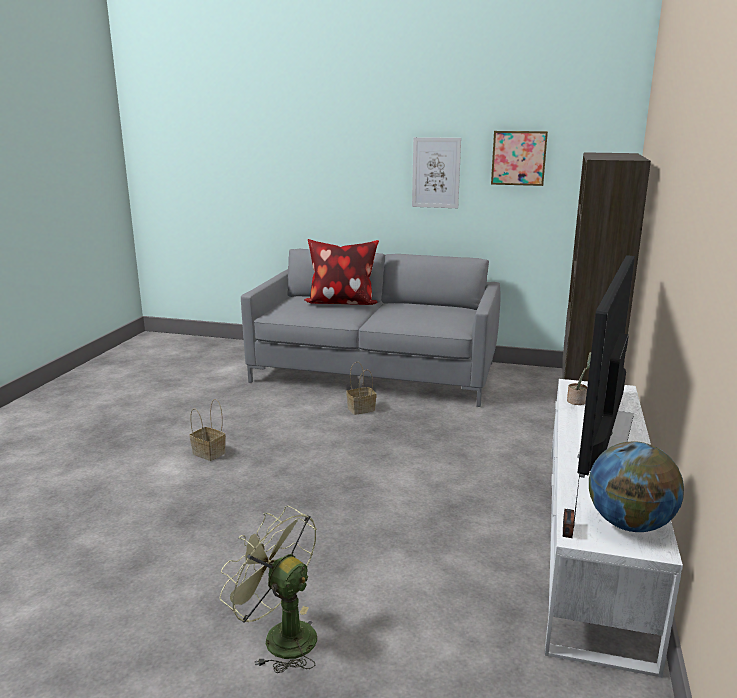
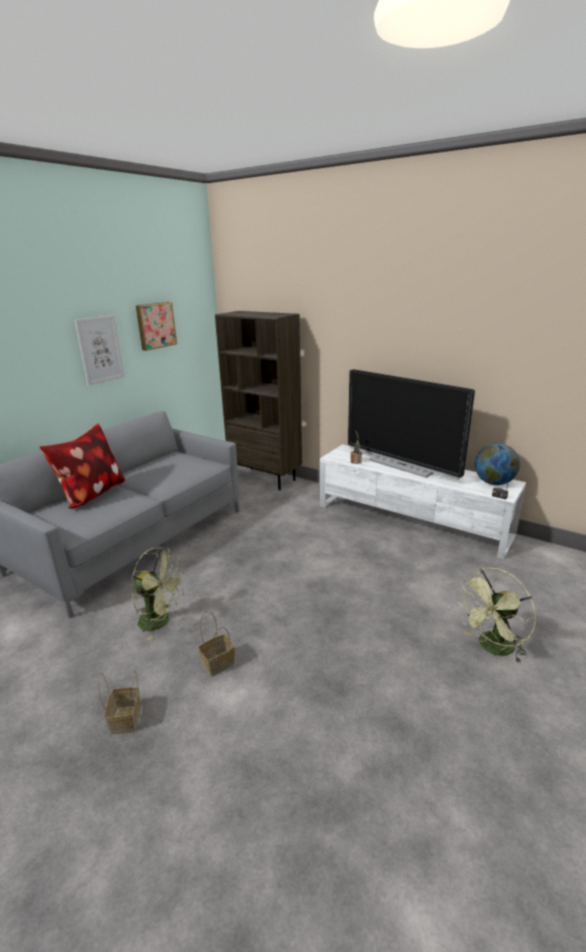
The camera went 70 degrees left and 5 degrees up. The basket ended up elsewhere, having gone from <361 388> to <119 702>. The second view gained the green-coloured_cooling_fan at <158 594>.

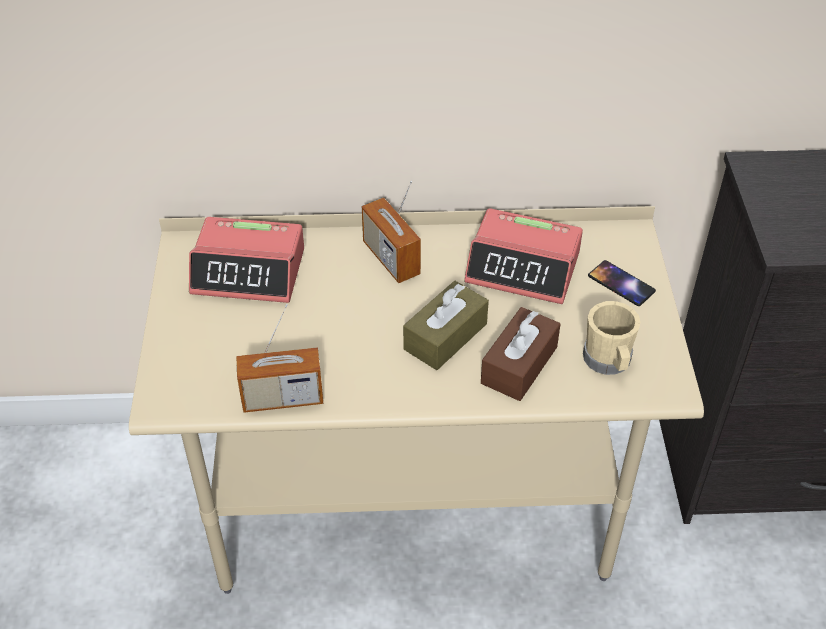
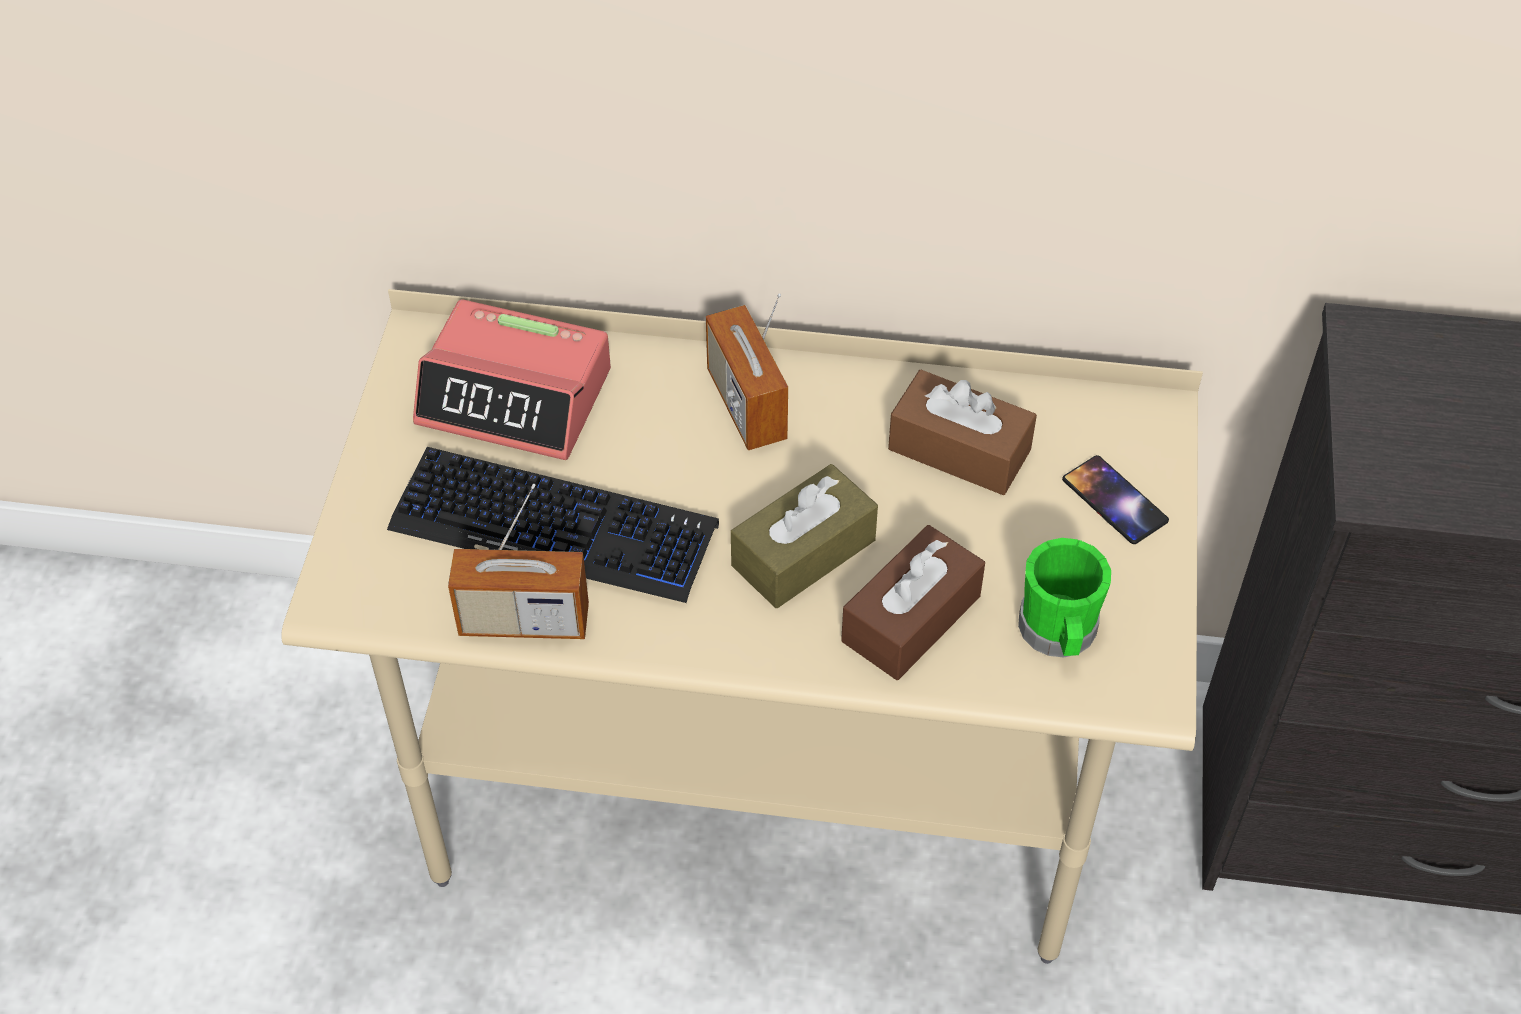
The camera went 10 degrees right and 5 degrees up. Where the table_clock stood at <523 256>, the brown-coloured_tissue_box came to stand at <962 432>. What was the sand-coloured_mug at <612 338> turned into the green-coloured_mug at <1064 598>. The second view gained the keyboard at <553 525>.

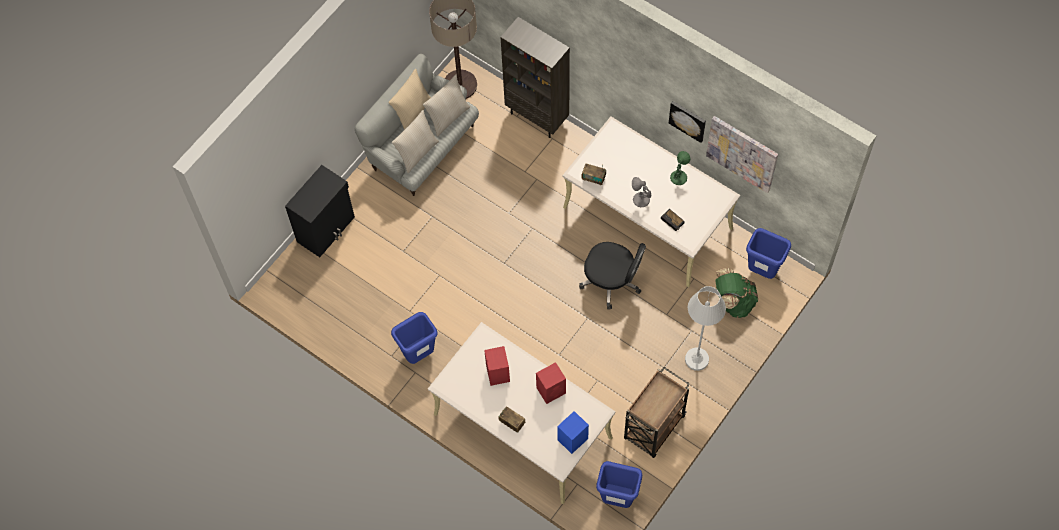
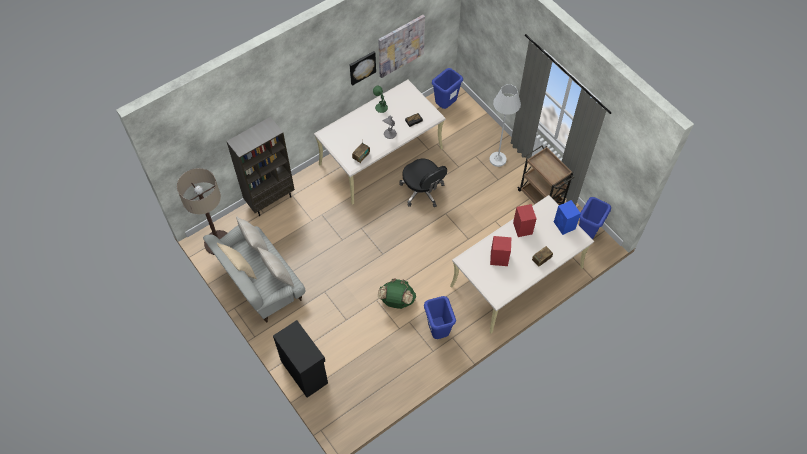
The camera went 75 degrees left and 5 degrees down. The black-coloured_desk_chair at <612 276> ended up facing another way, 105 degrees clockwise from before. The green-coloured_backpack ended up elsewhere, having gone from <736 293> to <397 293>.

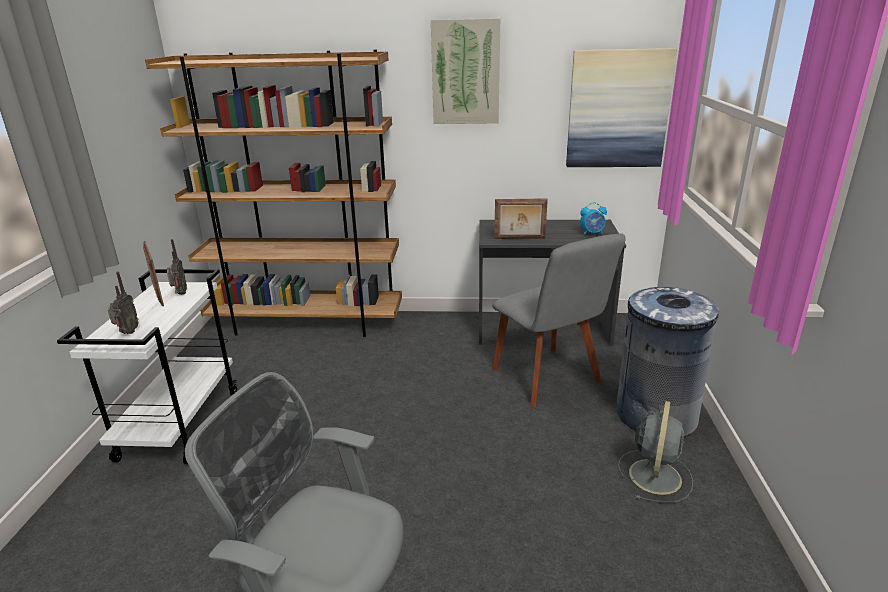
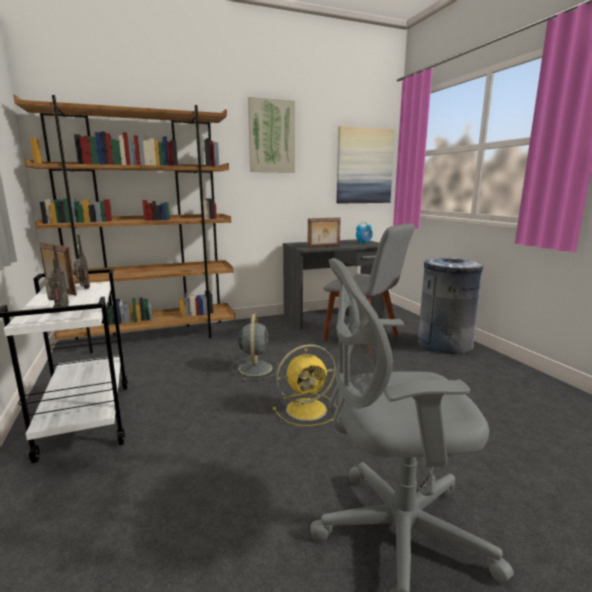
The camera went 25 degrees left and 10 degrees down. The gray_cooling_fan ended up elsewhere, having gone from <655 452> to <255 347>. The second view gained the yellow-coloured_cooling_fan at <305 385>.

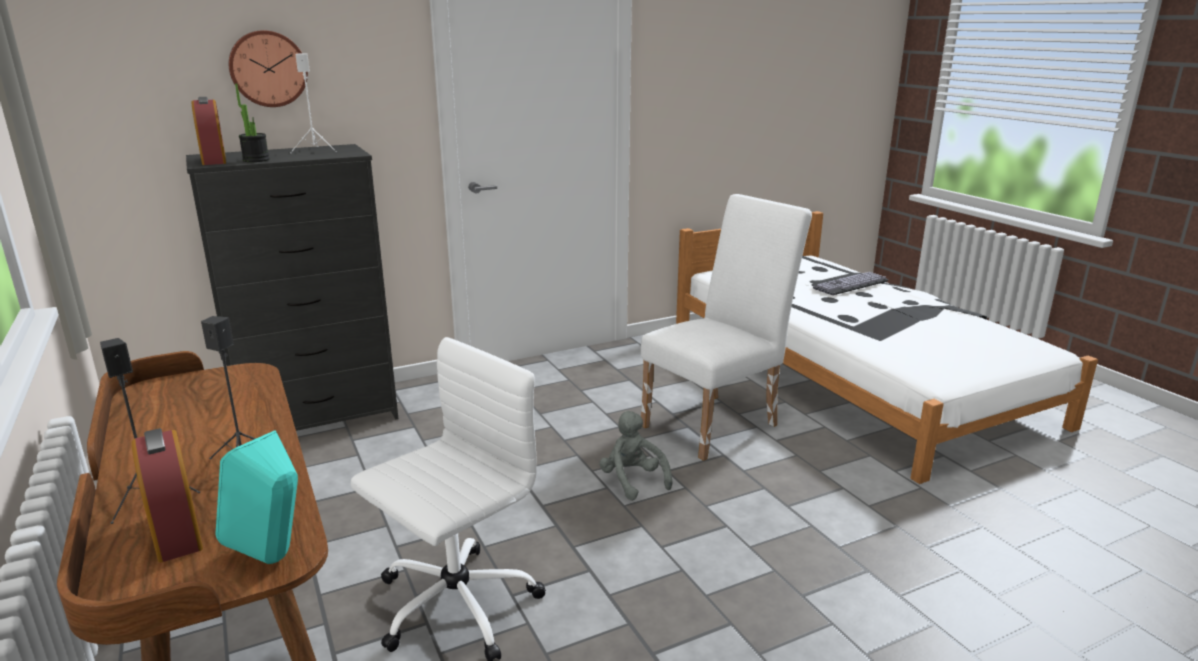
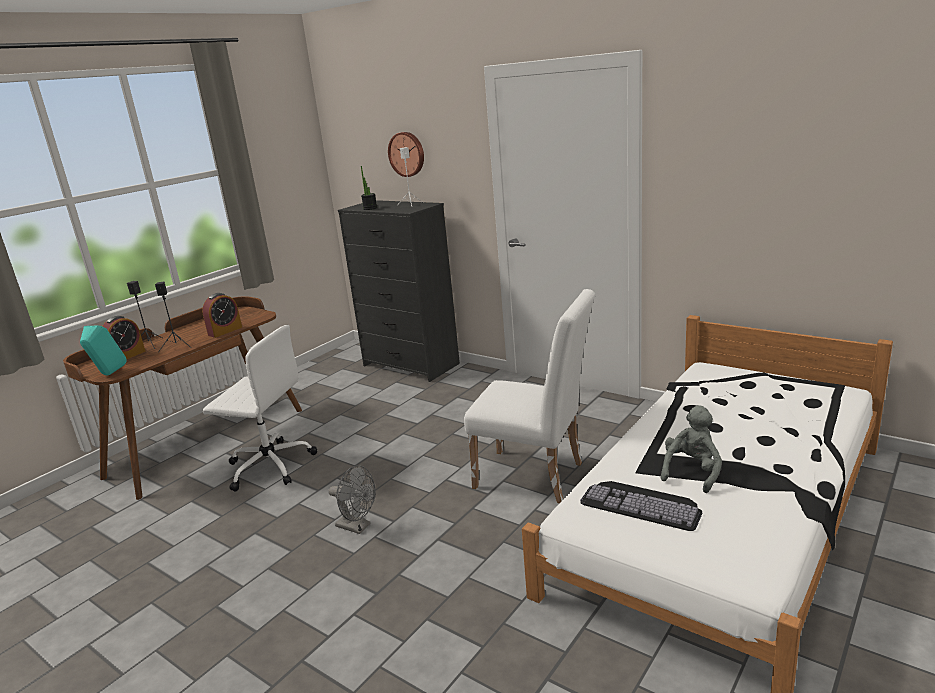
The camera went 65 degrees right and 0 degrees up. The table_clock ended up elsewhere, having gone from <208 131> to <222 315>. The keyboard ended up elsewhere, having gone from <849 283> to <641 506>. The gray_cuddly_toy ended up elsewhere, having gone from <635 456> to <691 449>. The second view gained the gray_cooling_fan at <352 499>.

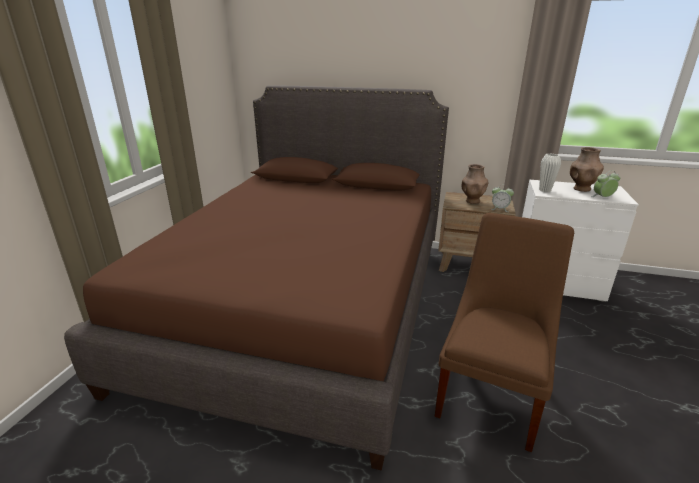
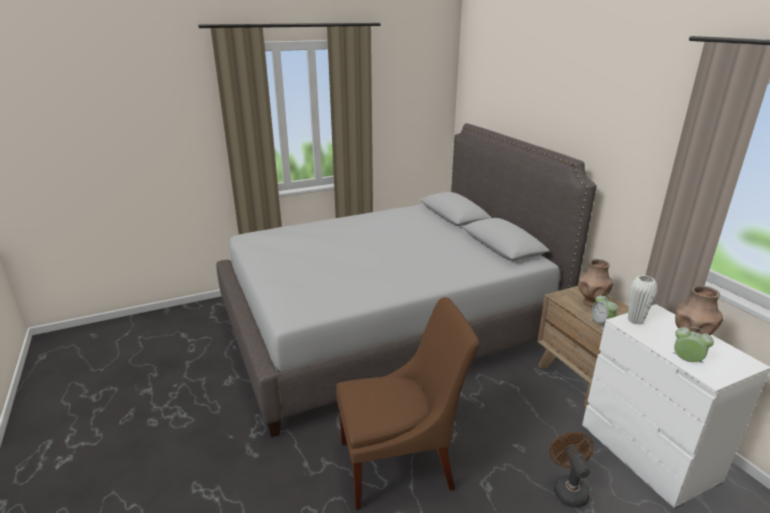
The camera went 50 degrees right and 0 degrees up. What was the brown-coloured_bedroom_bed at <256 278> turned into the gray_bedroom_bed at <406 280>. The second view gained the brown-coloured_cooling_fan at <571 470>.

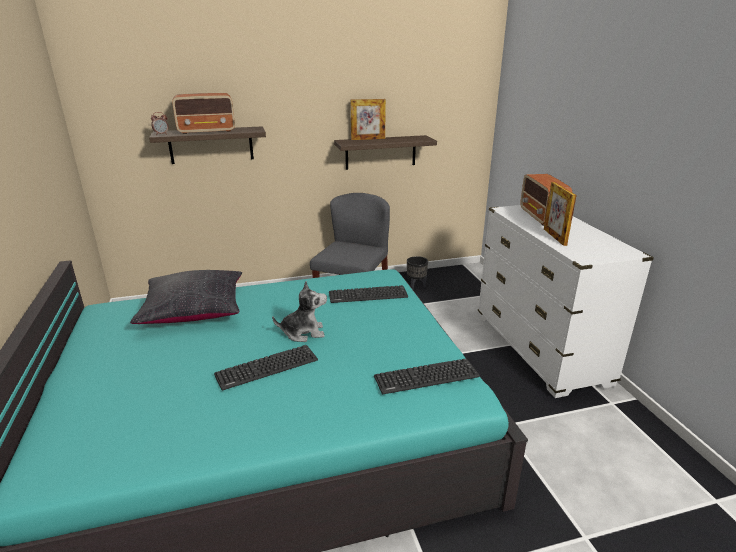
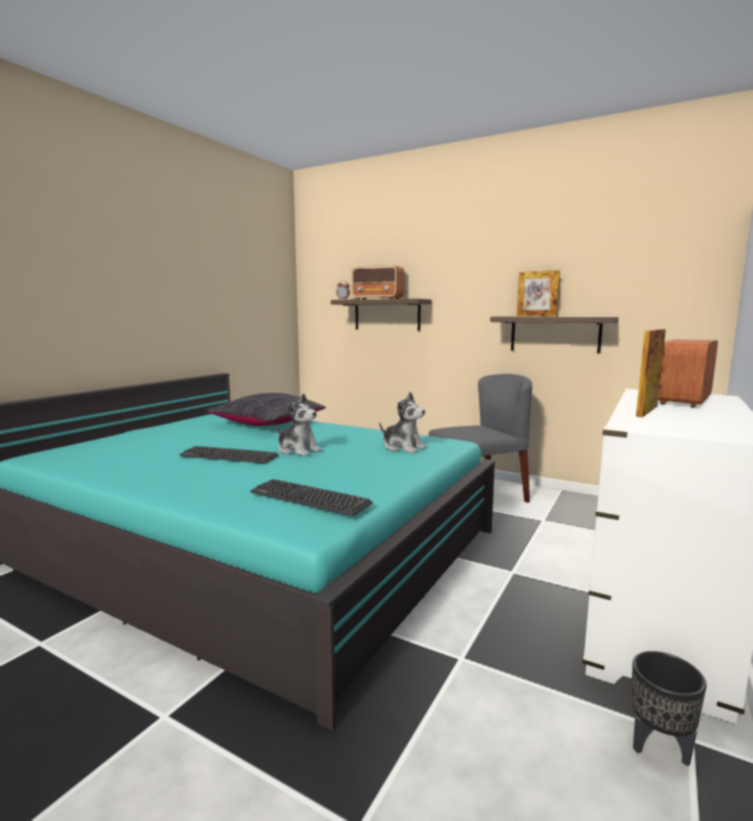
The camera went 45 degrees right and 15 degrees down. The black-coloured_flower_pot ended up elsewhere, having gone from <417 273> to <668 708>. Where the keyboard stood at <368 294>, the cuddly_toy came to stand at <403 422>.

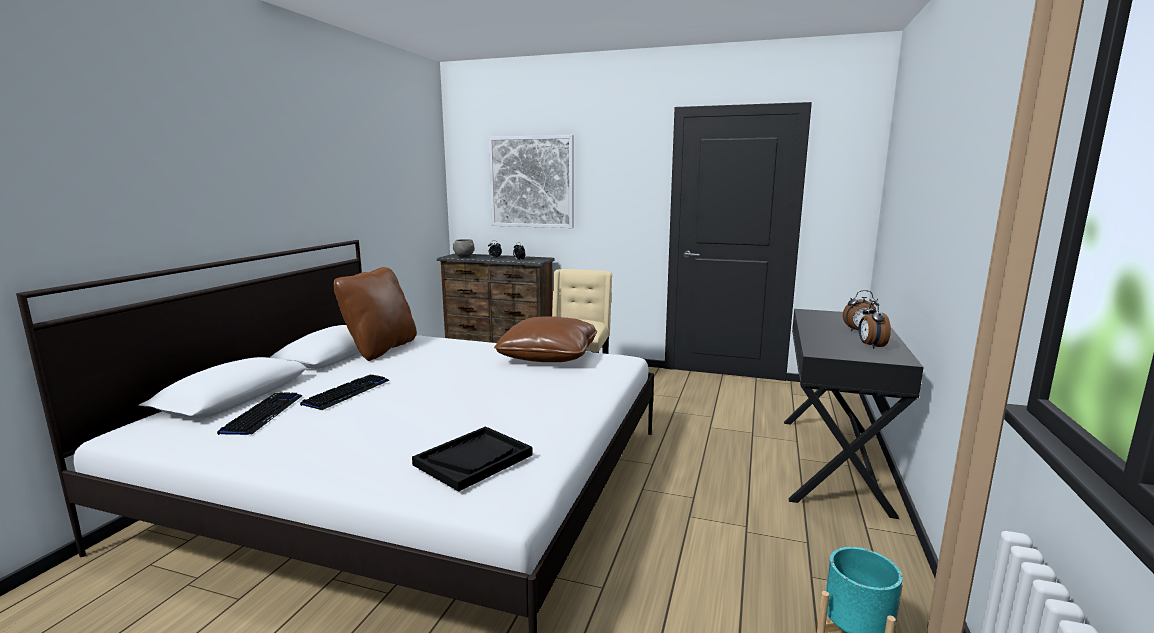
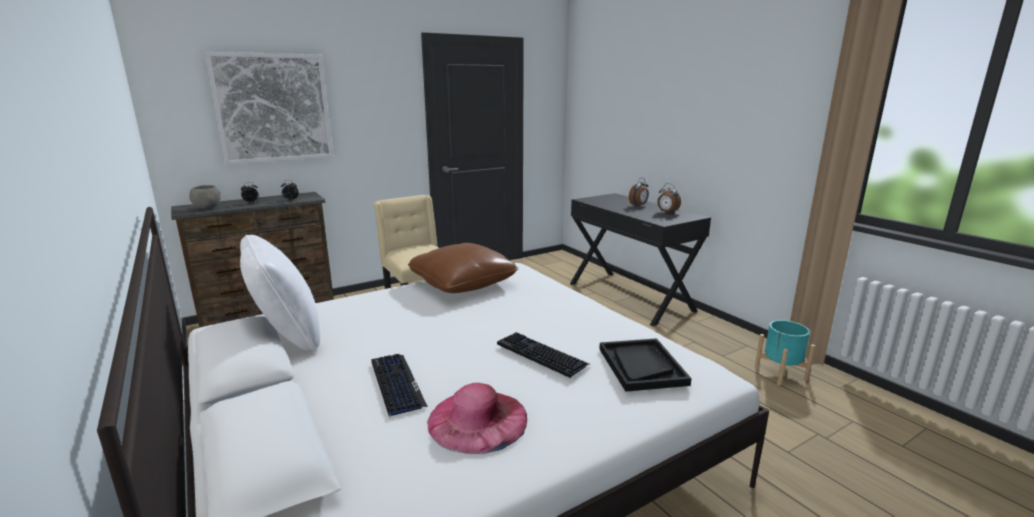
The camera went 50 degrees left and 5 degrees up. What was the brown-coloured_cushion at <375 314> turned into the whitish_cushion at <280 293>. The keyboard ended up elsewhere, having gone from <260 413> to <543 355>. The second view gained the pink-coloured_wearable_hat at <477 418>.

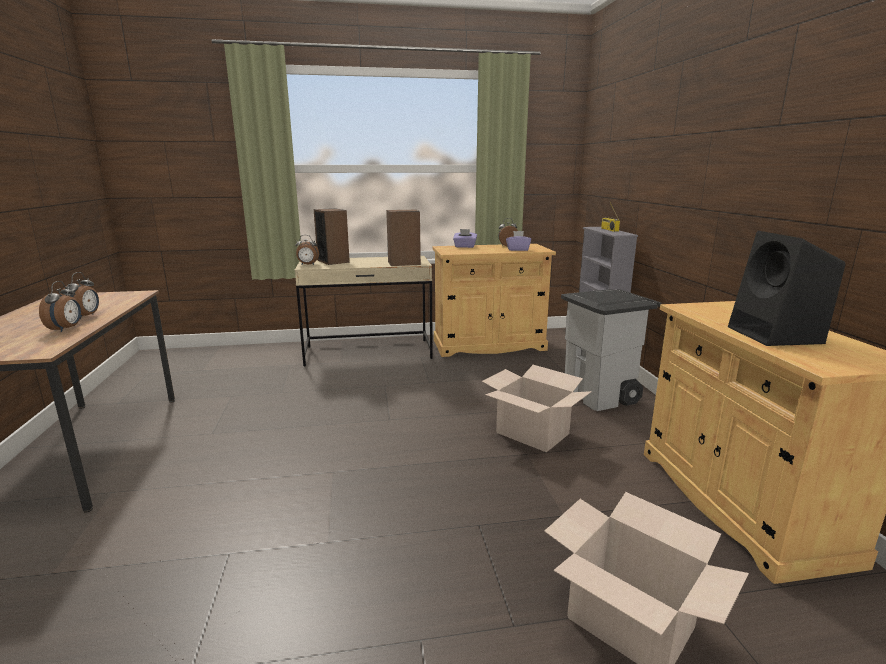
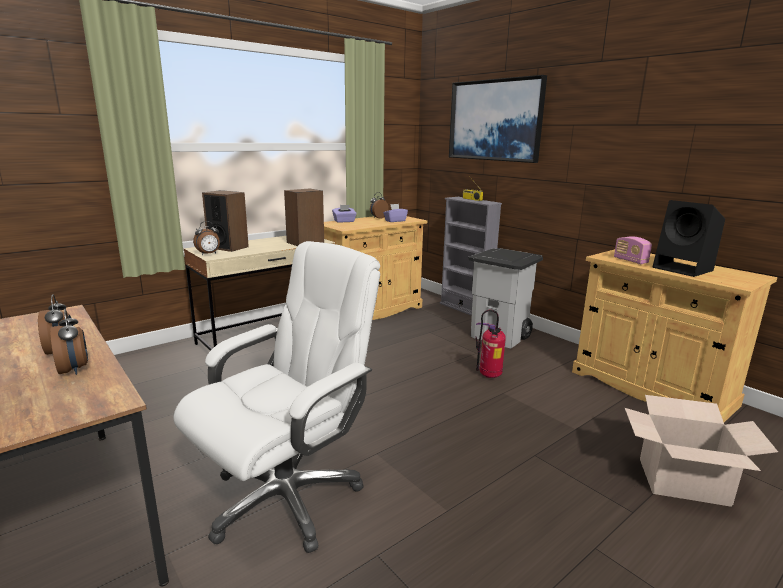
The camera went 30 degrees left and 0 degrees up. Where the carton stood at <537 408>, the extinguisher came to stand at <491 343>. The second view gained the picture at <498 119>. The second view gained the radio_receiver at <633 250>. The second view gained the whitish_desk_chair at <276 397>.

